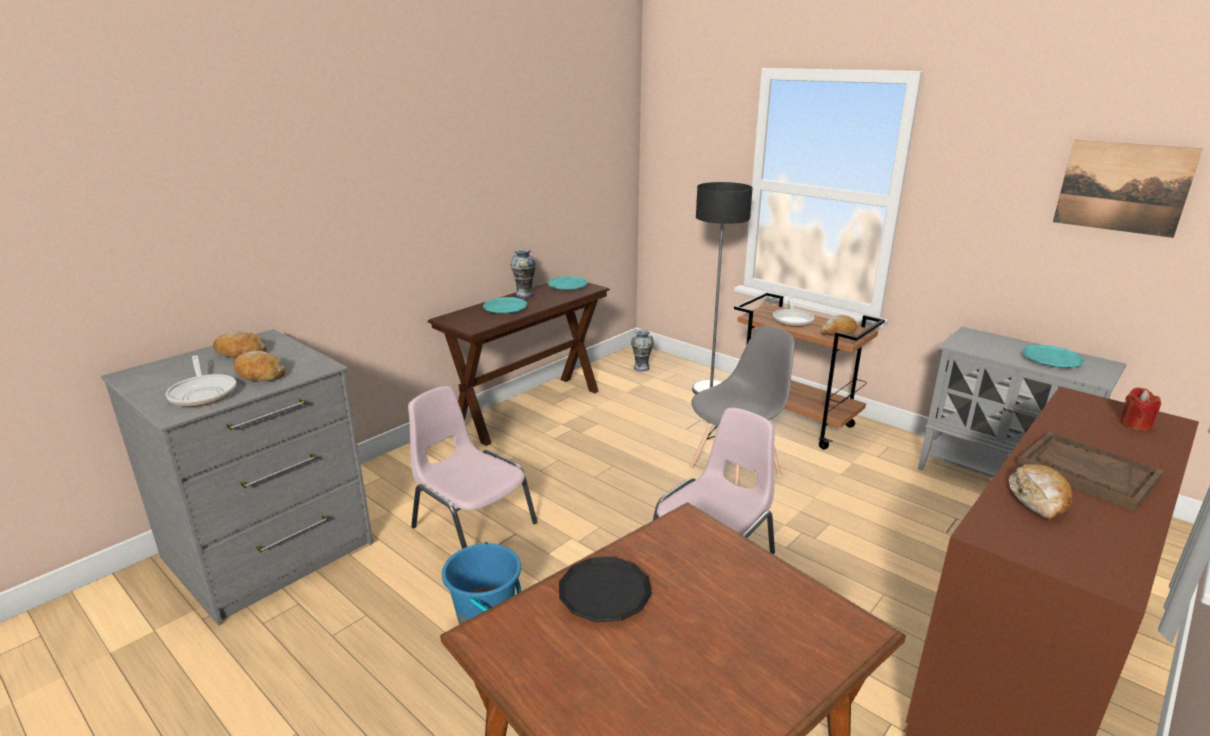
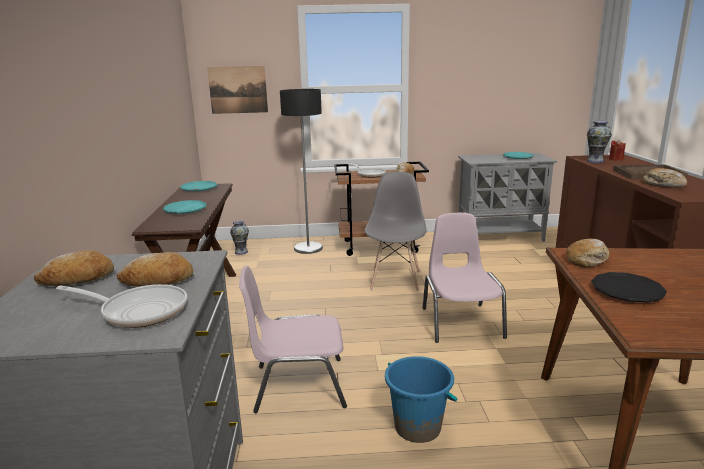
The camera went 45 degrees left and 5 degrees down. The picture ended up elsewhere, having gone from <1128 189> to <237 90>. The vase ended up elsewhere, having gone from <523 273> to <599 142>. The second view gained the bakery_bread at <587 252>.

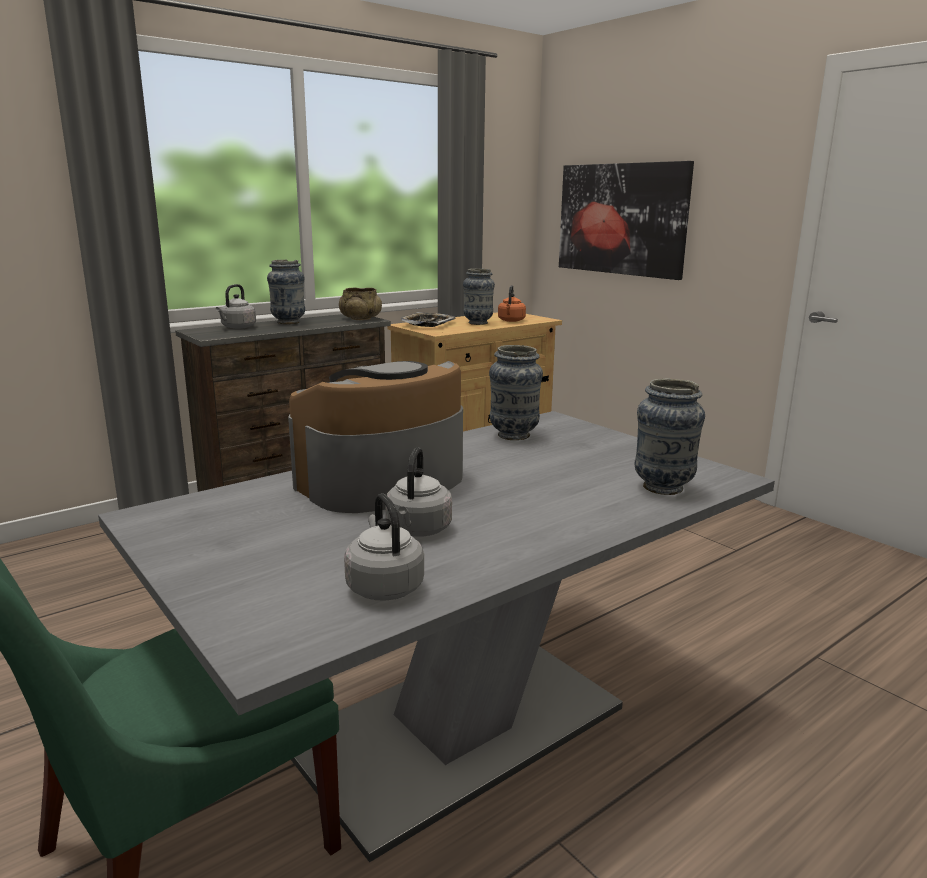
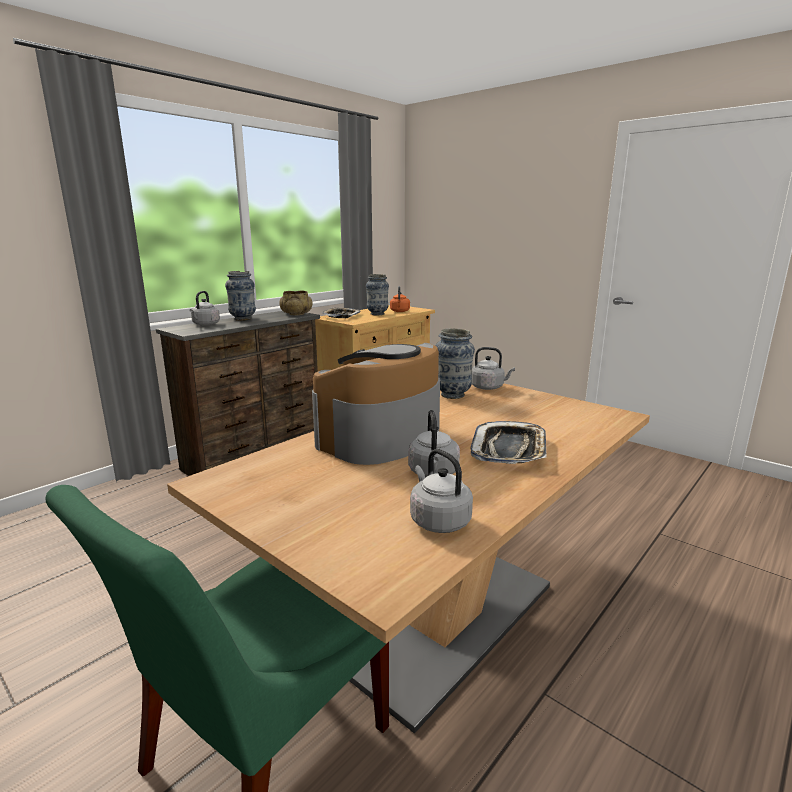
The camera went 10 degrees left and 0 degrees up. The second view lost the picture at <626 220>. The second view lost the vase at <669 436>. What was the gray_dining_table at <436 636> turned into the brown-coloured_dining_table at <408 558>. The second view gained the gray_water_kettle at <493 368>. The second view gained the serving_tray at <508 442>.

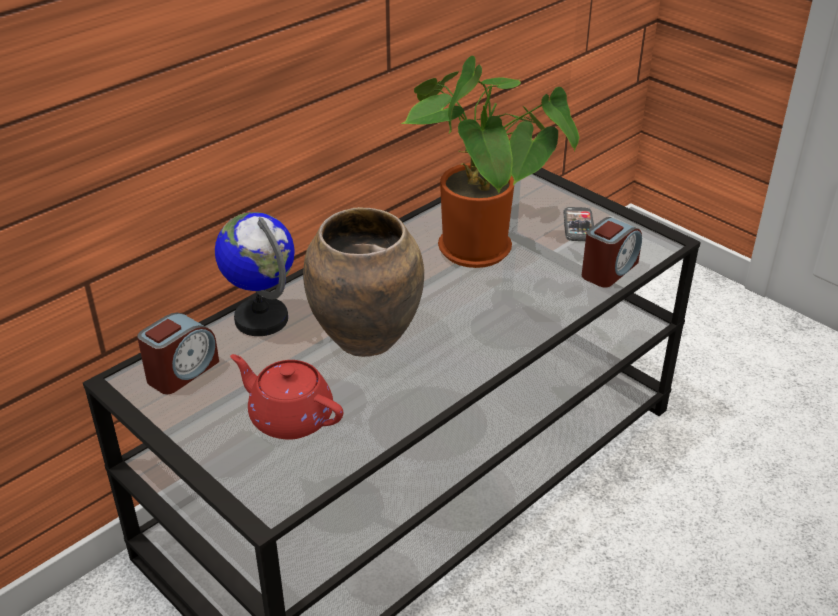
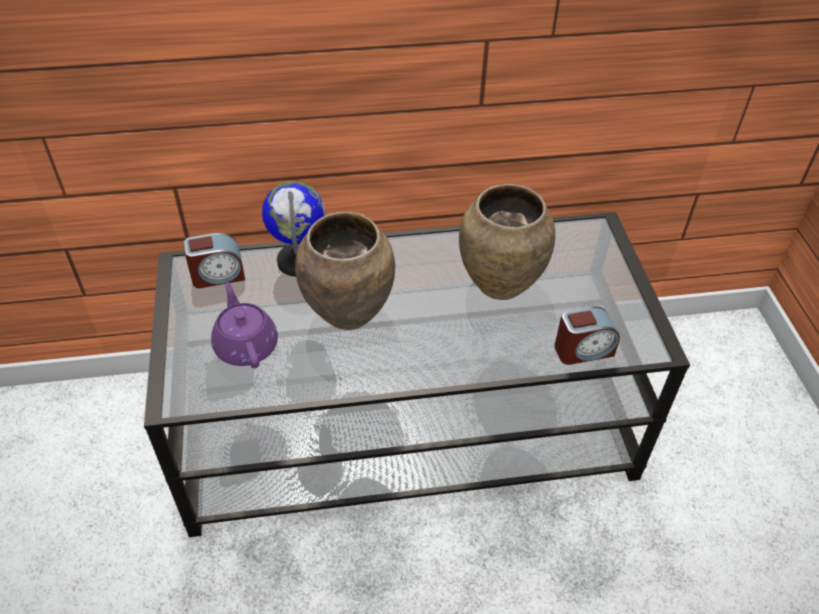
The camera went 35 degrees right and 10 degrees up. Where the plant_in_a_pot stood at <490 162>, the brown-coloured_vase came to stand at <507 242>. The second view lost the phone at <578 224>. What was the red-coloured_tea_pot at <286 397> turned into the purple-coloured_tea_pot at <244 325>.

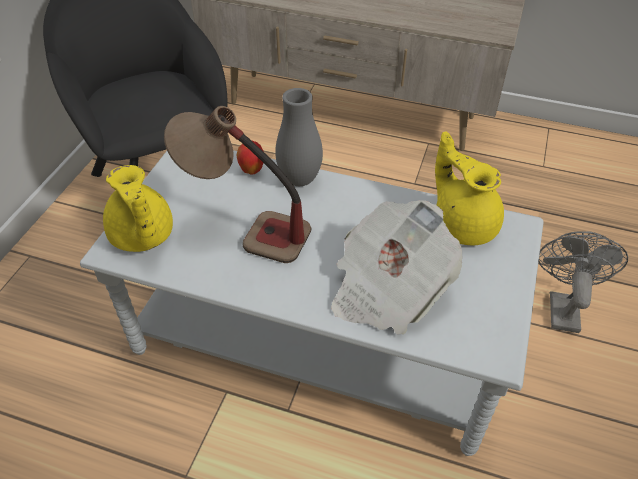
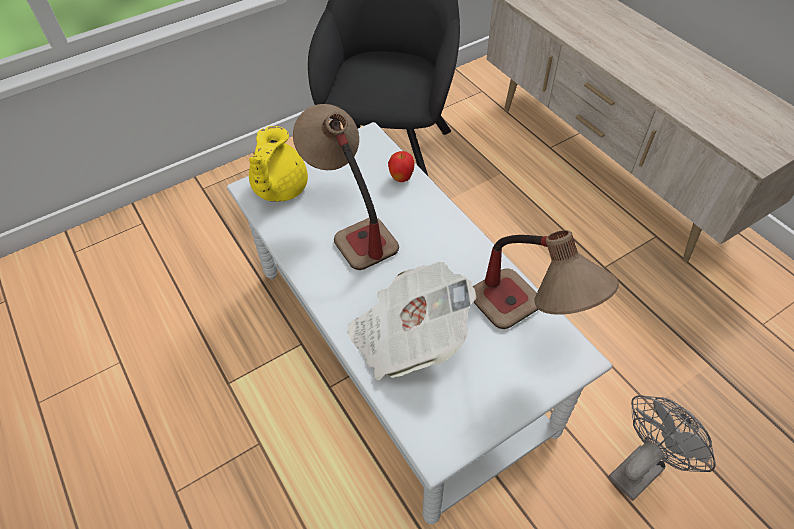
The camera went 40 degrees right and 5 degrees up. The second view lost the gray_vase at <299 137>. Where the yellow-coloured_tea_pot stood at <469 188>, the tabletop_lamp came to stand at <546 279>.

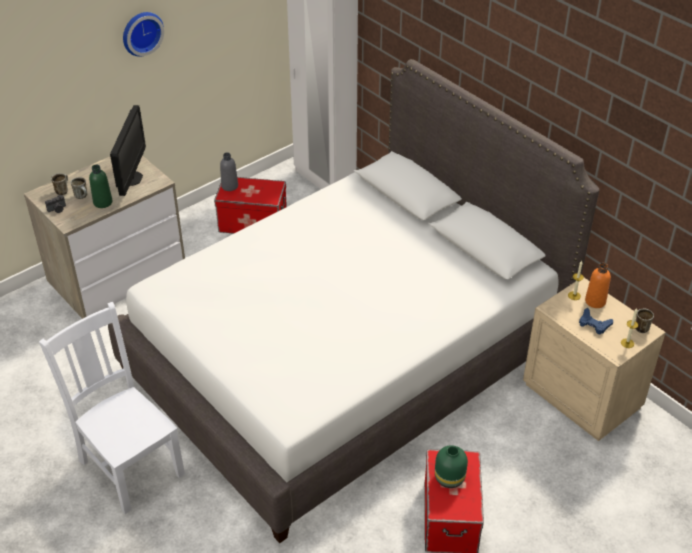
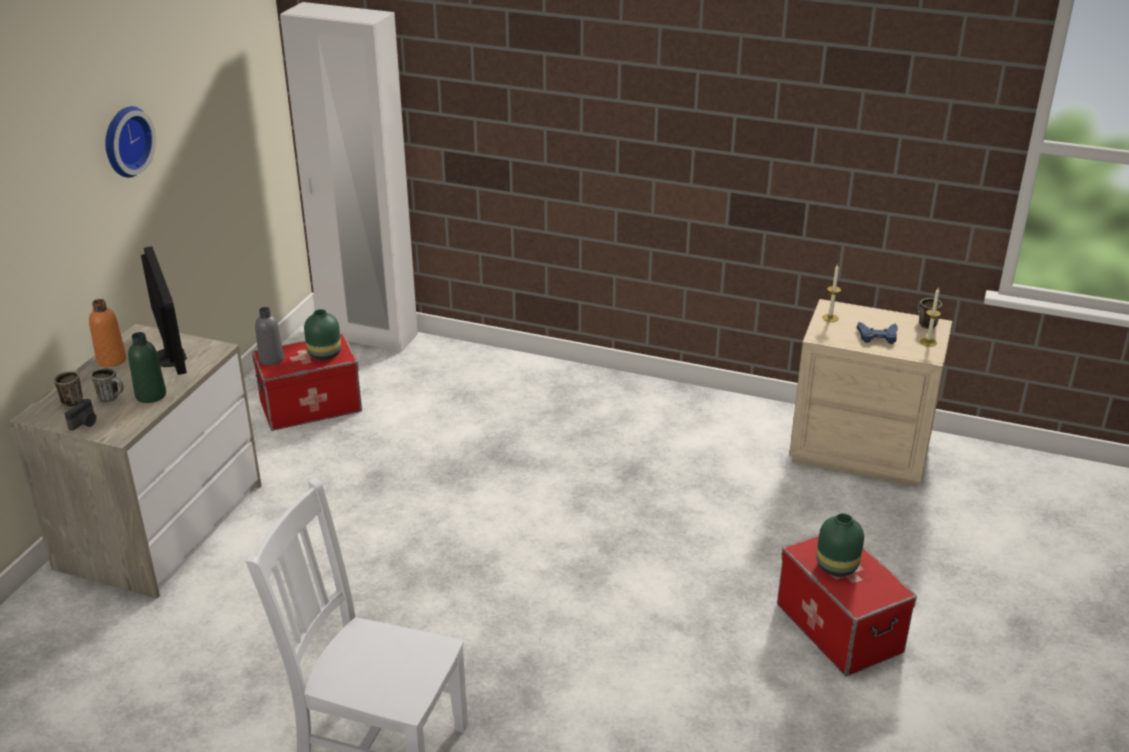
The camera went 30 degrees left and 10 degrees down. The second view lost the whitish_bedroom_bed at <353 301>. The orange_bottle ended up elsewhere, having gone from <598 285> to <107 333>. The second view gained the green-coloured_vase at <322 334>.

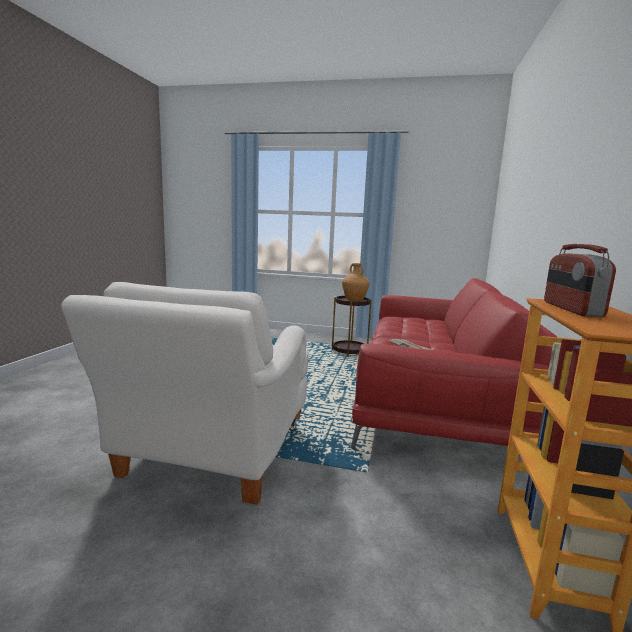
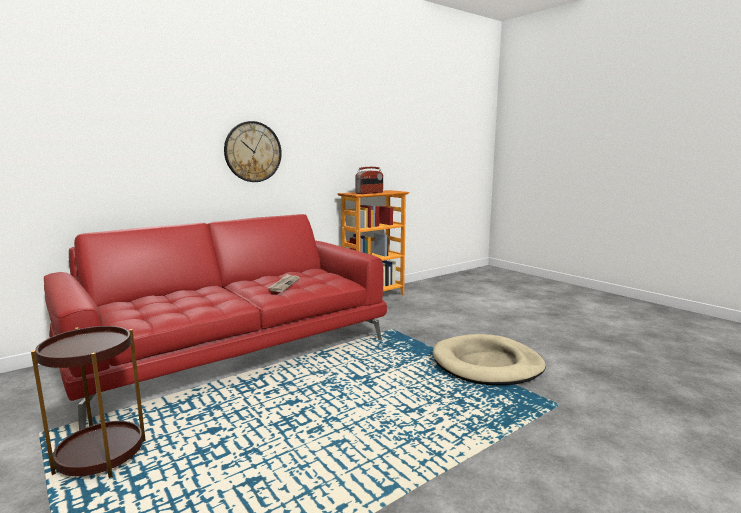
The camera went 140 degrees left and 0 degrees up. The second view lost the brown-coloured_vase at <356 282>. Where the whitish_lounge_chair stood at <185 393>, the sand-coloured_dog_bed came to stand at <489 359>. The second view gained the clock_on_the_wall at <253 151>.

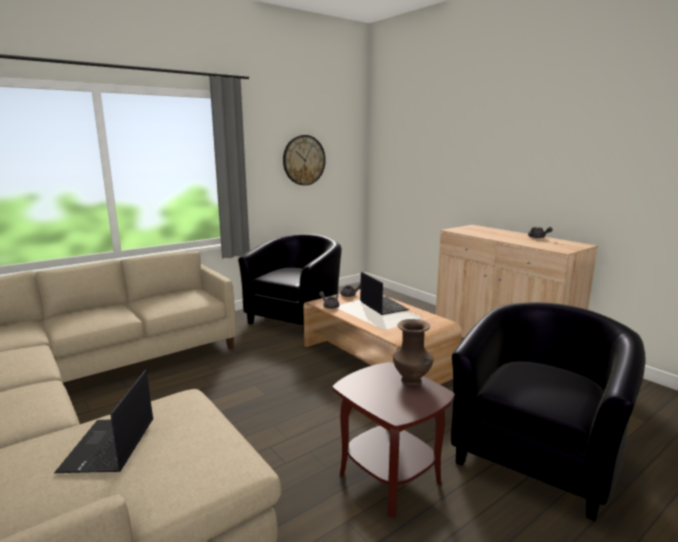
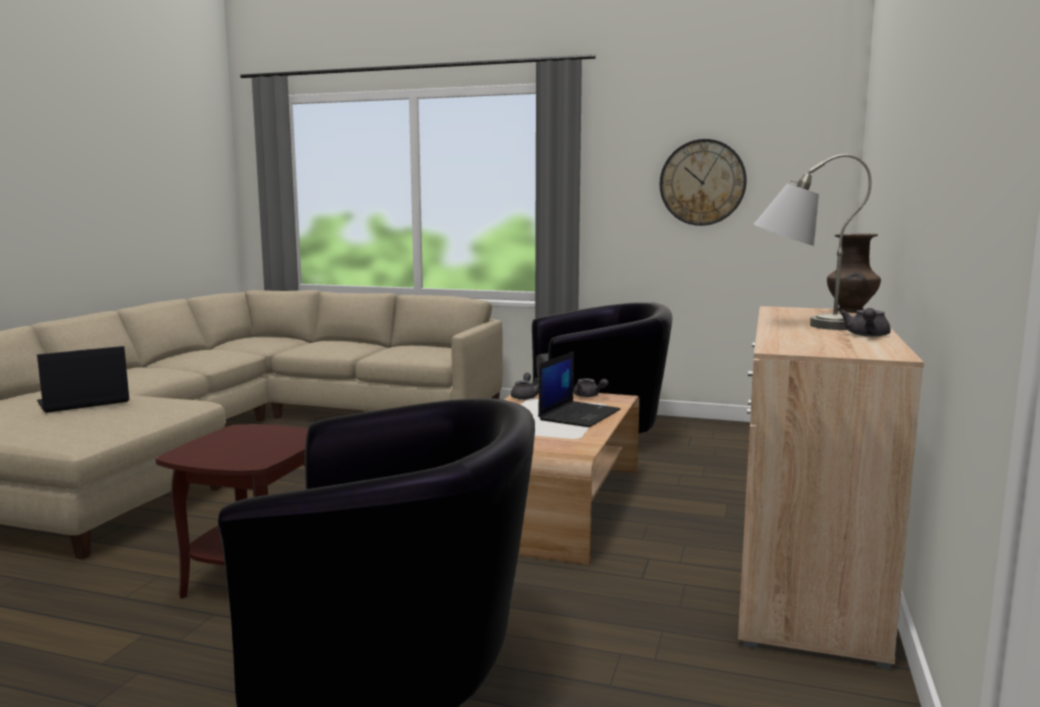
The camera went 55 degrees right and 5 degrees down. The brown-coloured_vase ended up elsewhere, having gone from <413 352> to <854 273>. The second view gained the gray_tabletop_lamp at <812 242>.

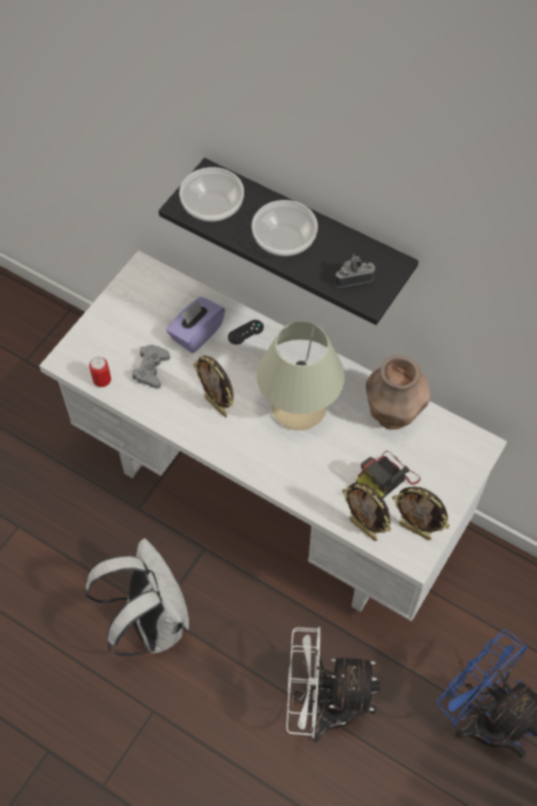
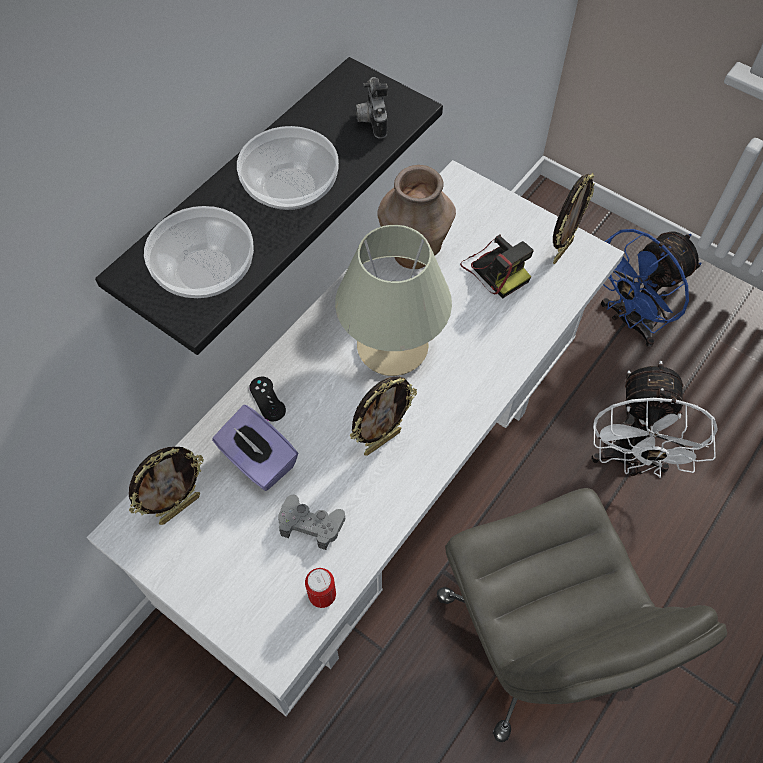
The camera went 85 degrees left and 0 degrees up. The picture_frame ended up elsewhere, having gone from <366 512> to <166 486>. Where the whitish_backpack stood at <137 597>, the gray_desk_chair came to stand at <582 615>.

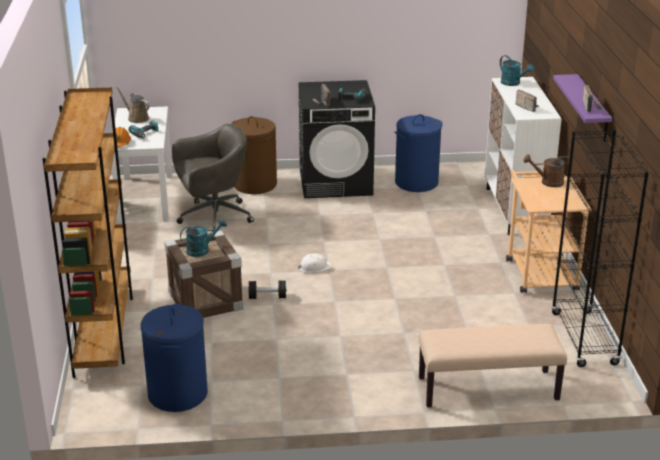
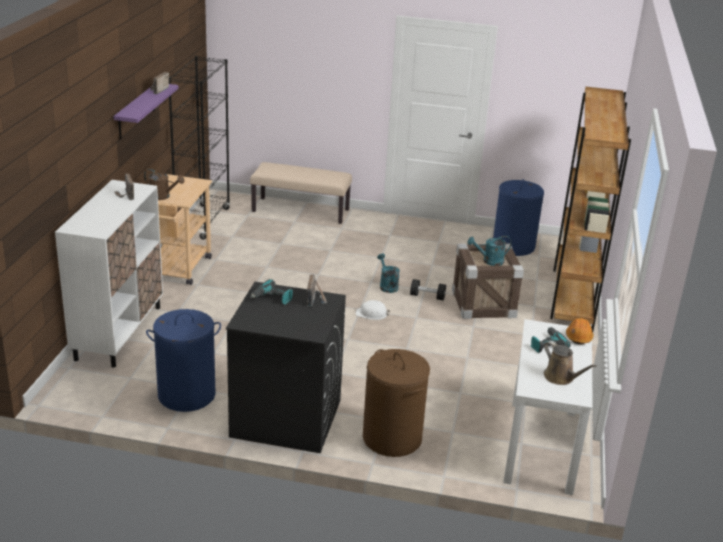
The camera went 165 degrees left and 0 degrees up. The turquoise_watering_can ended up elsewhere, having gone from <517 70> to <388 273>. The second view lost the gray_desk_chair at <213 177>.

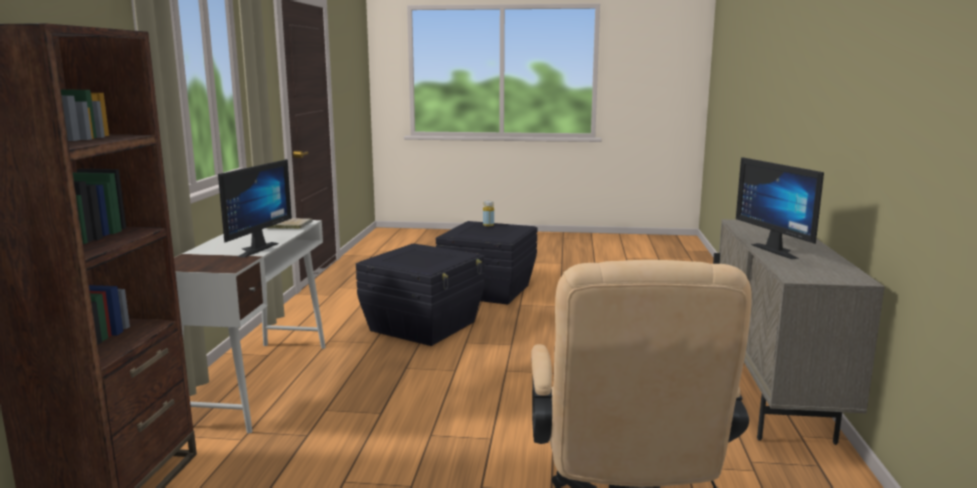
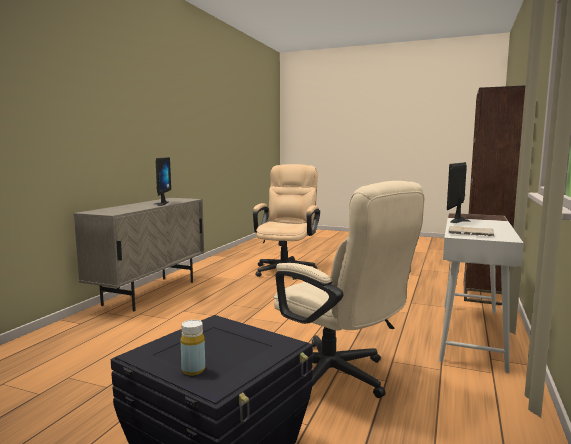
The camera went 165 degrees left and 5 degrees down. Where the black-coloured_storage_bin stood at <420 294>, the sand-coloured_desk_chair came to stand at <348 289>.

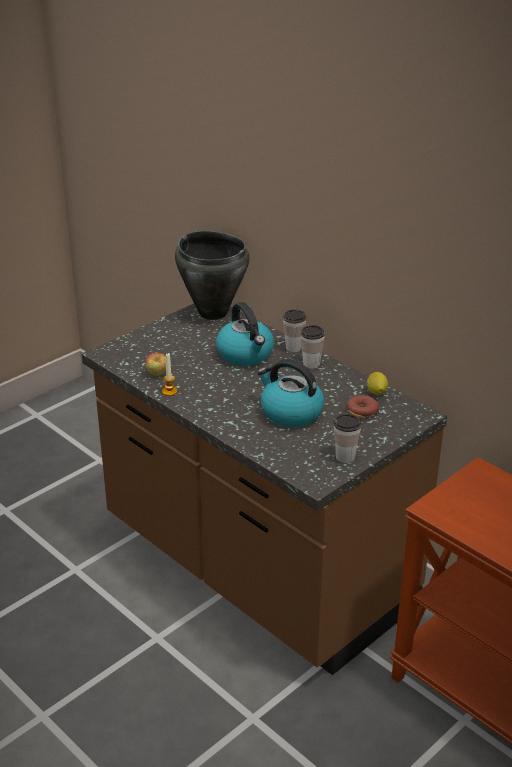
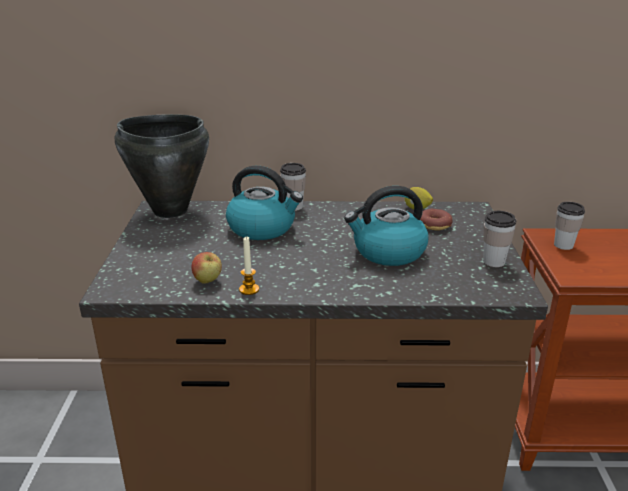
The camera went 45 degrees left and 5 degrees down. The cup ended up elsewhere, having gone from <313 347> to <569 226>.

